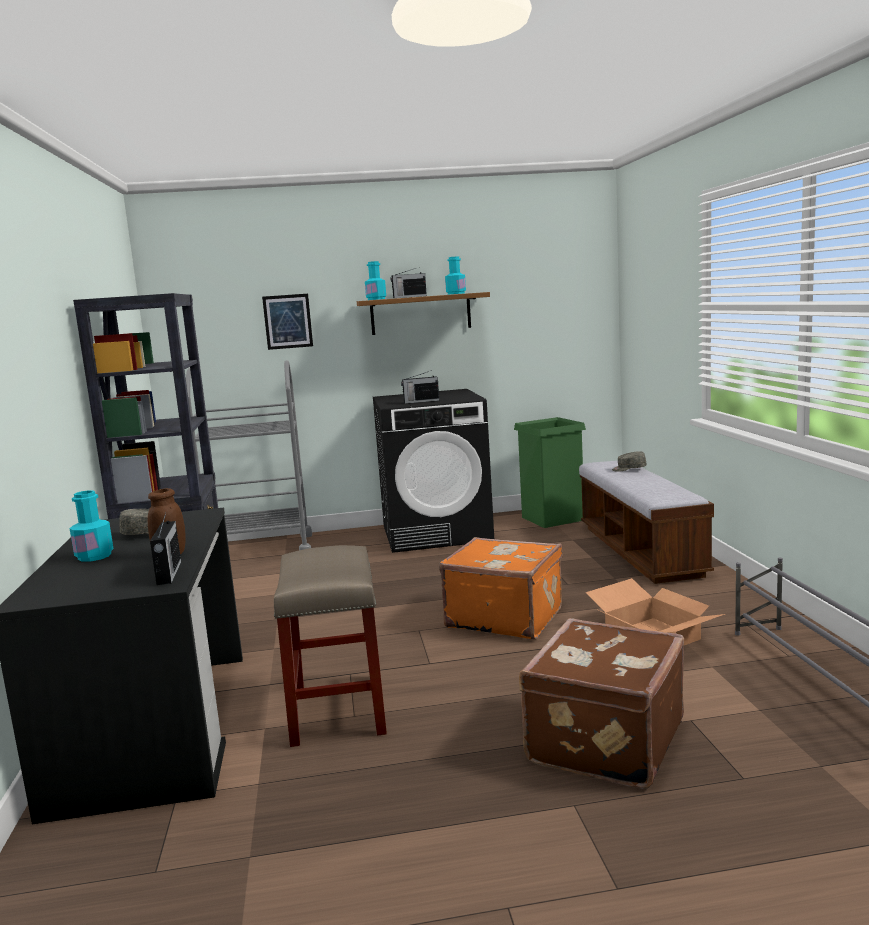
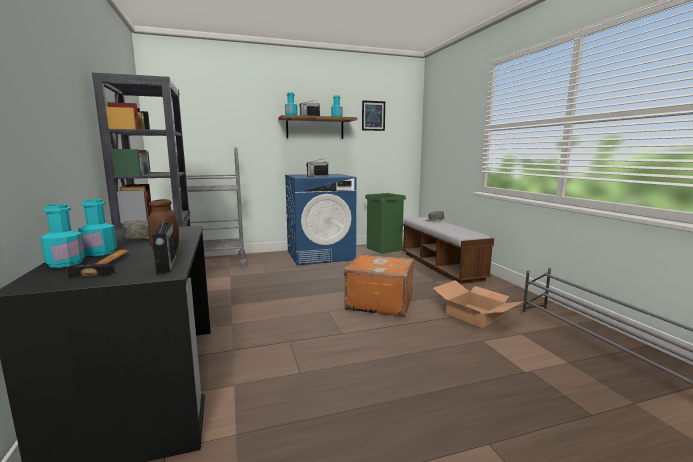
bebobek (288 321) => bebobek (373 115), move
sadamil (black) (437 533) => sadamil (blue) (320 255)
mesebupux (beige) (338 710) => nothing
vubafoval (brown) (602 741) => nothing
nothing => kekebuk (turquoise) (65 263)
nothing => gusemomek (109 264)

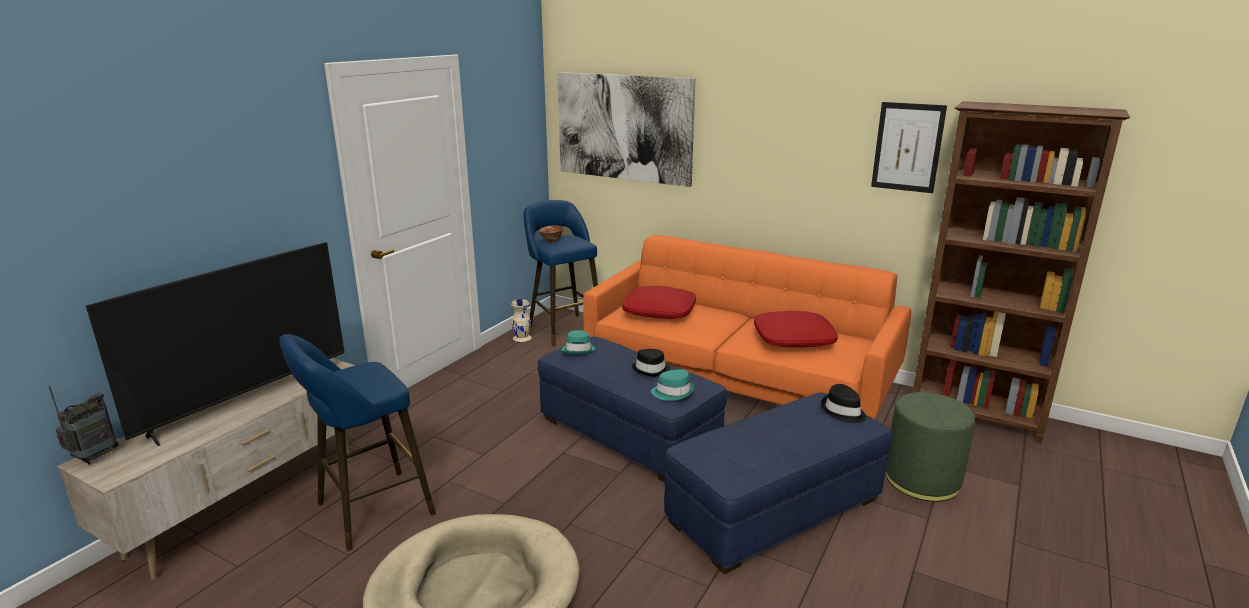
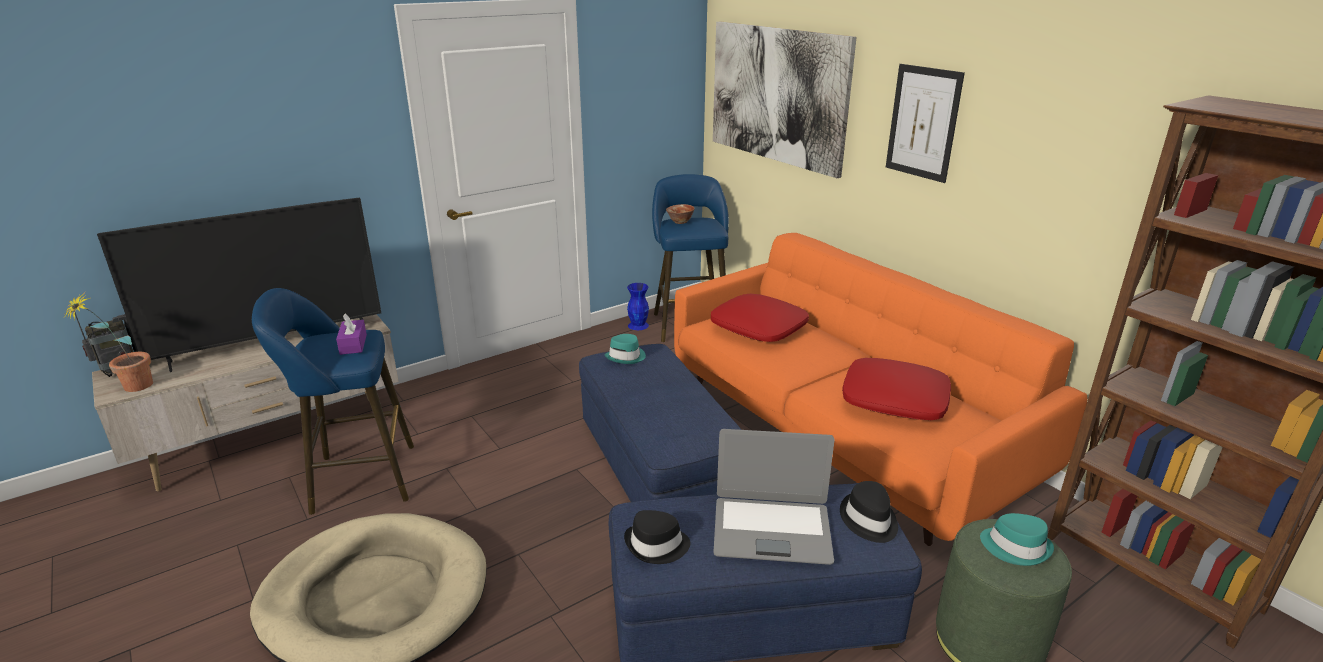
bebobek (907 147) => bebobek (923 122), move
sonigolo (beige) (522 337) => sonigolo (blue) (638 325)
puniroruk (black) (651 370) => puniroruk (black) (657 545), move
puniroruk (turquoise) (673 392) => puniroruk (turquoise) (1015 547), move
nothing => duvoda (129 389)
nothing => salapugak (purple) (353 344)
nothing => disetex (771 530)

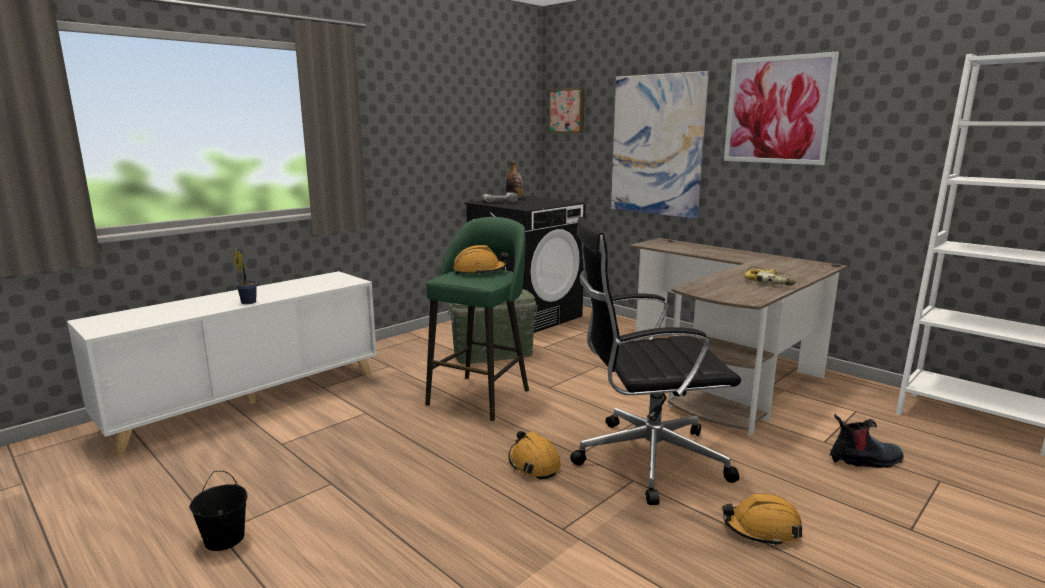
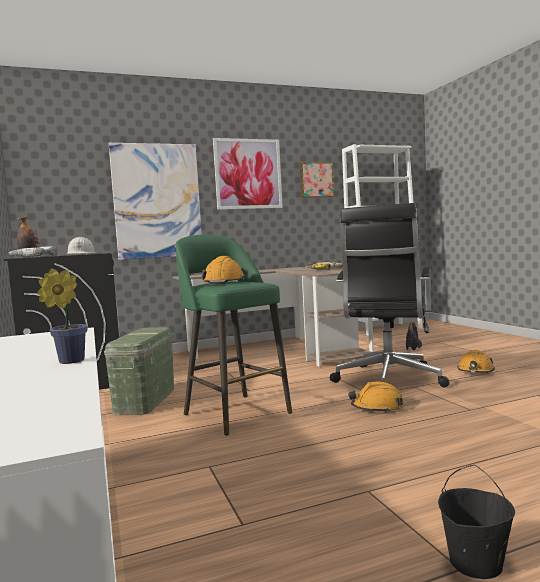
bebobek (567 111) => bebobek (316 180), move
nothing => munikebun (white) (81 254)

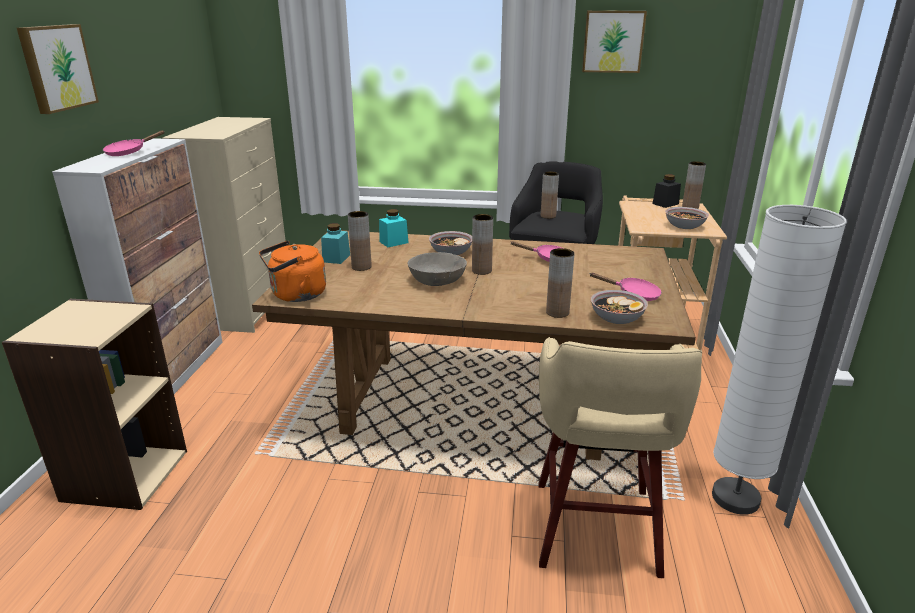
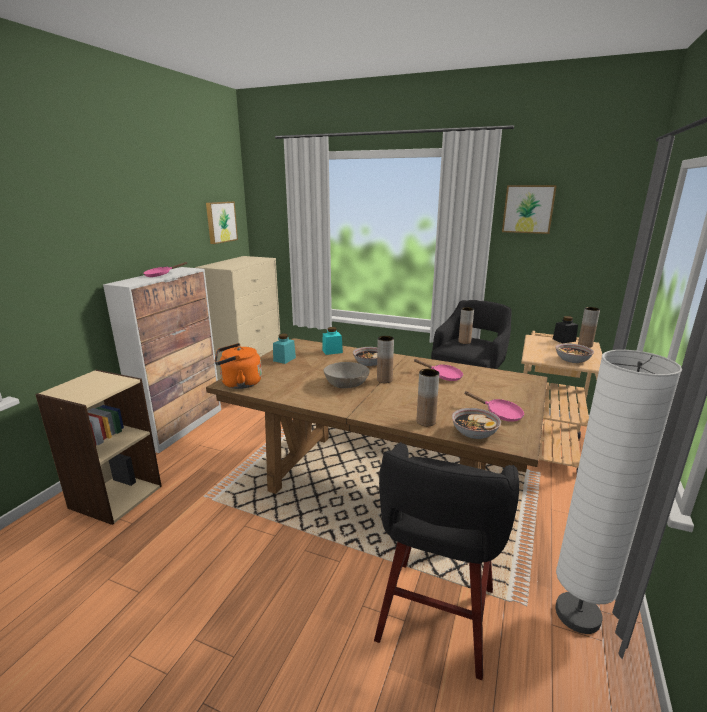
bebobek (56 67) => bebobek (220 222), move
sonigolo (brown) (361 267) => nothing
mesebupux (beige) (595 531) => mesebupux (black) (435 618)

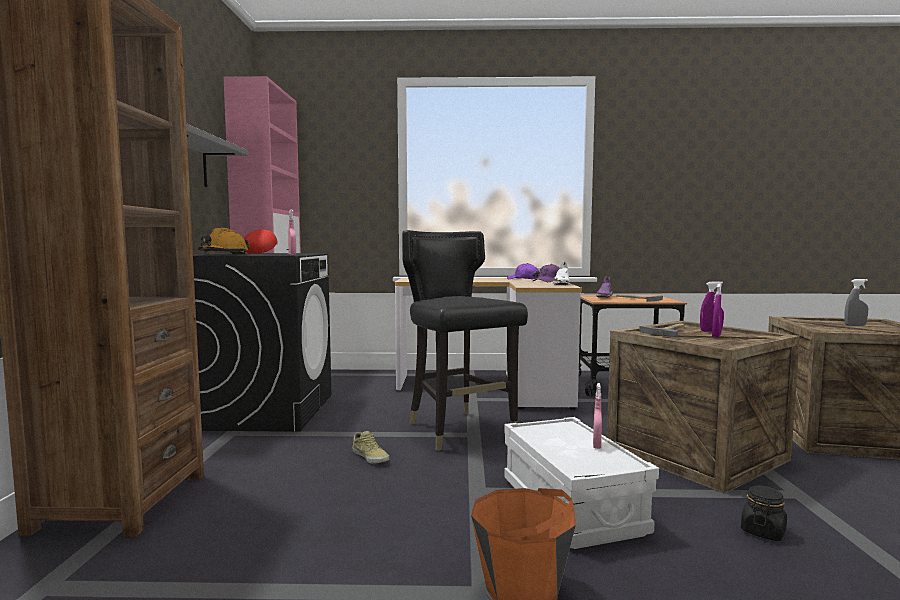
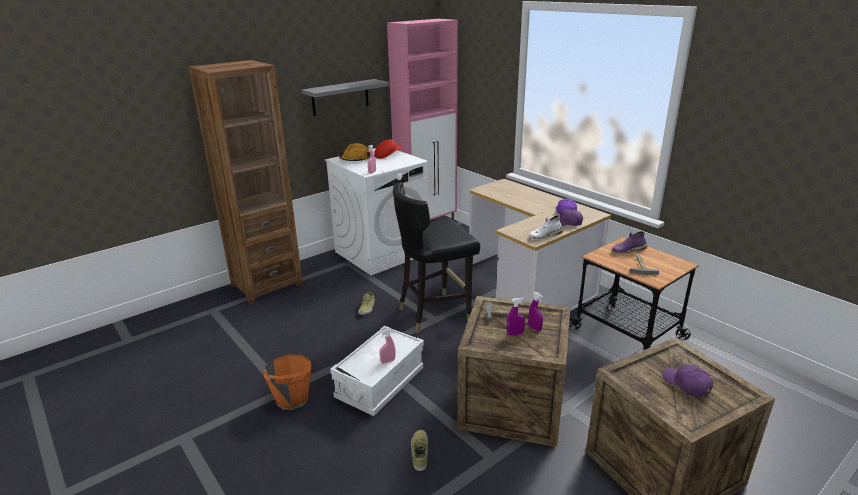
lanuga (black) (460 430) => lanuga (black) (434 313), 135 degrees counterclockwise
sadamil (black) (264 411) => sadamil (white) (382 252)
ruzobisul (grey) (855 325) => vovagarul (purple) (686 384)
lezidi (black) (763 531) => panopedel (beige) (419 452)

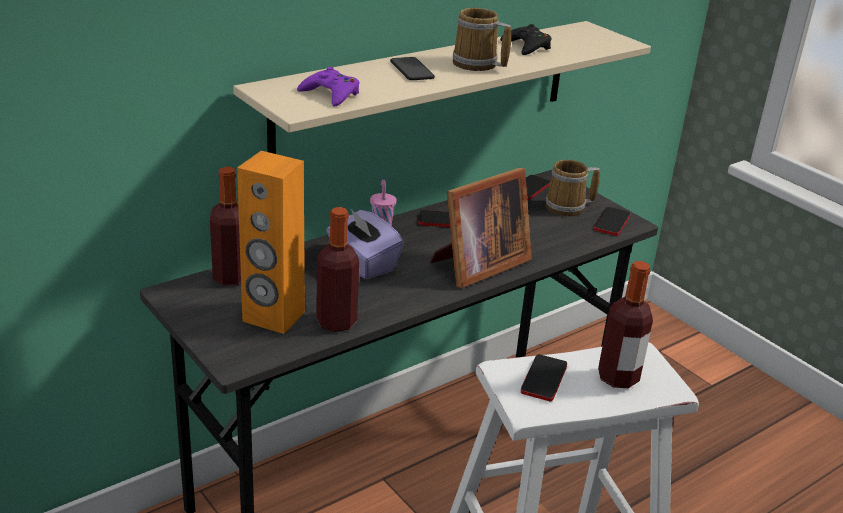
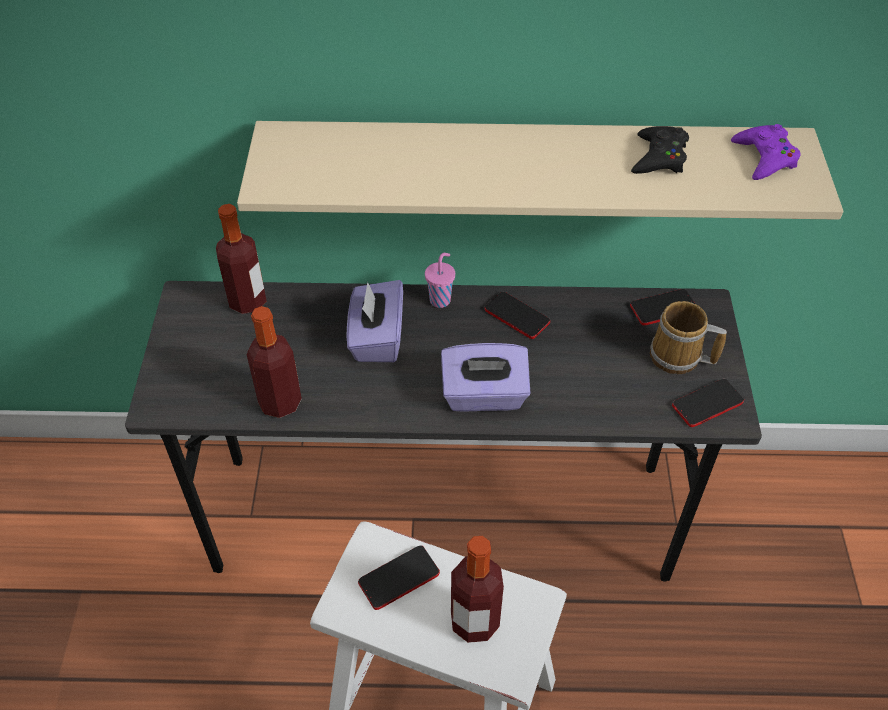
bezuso (476 65) => nothing
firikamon (412 70) => nothing
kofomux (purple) (331 94) => kofomux (purple) (765 158), move
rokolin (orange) (273 317) => nothing
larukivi (477 266) => salapugak (purple) (484 396)

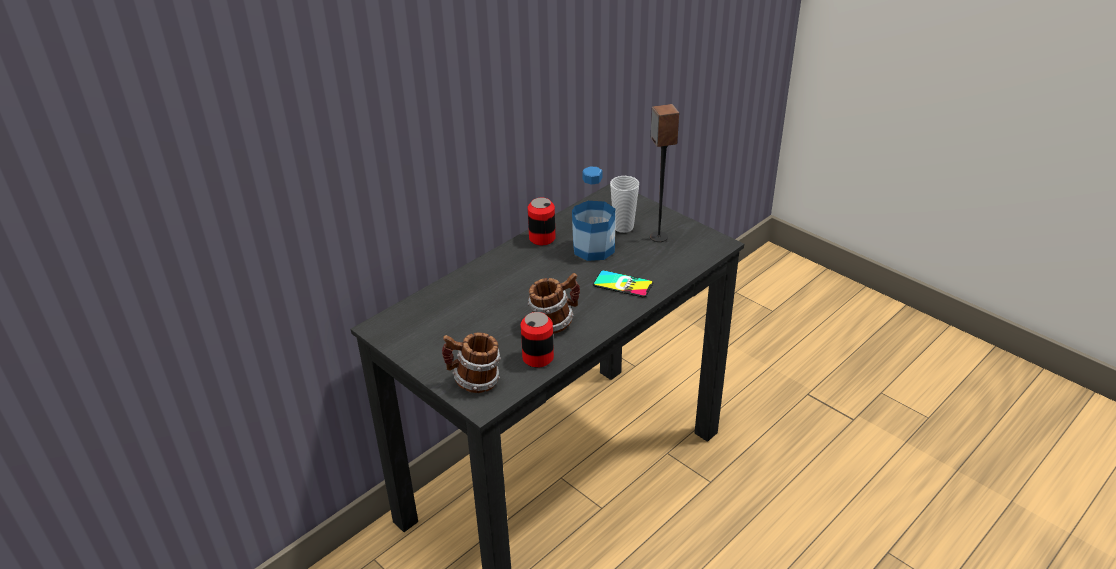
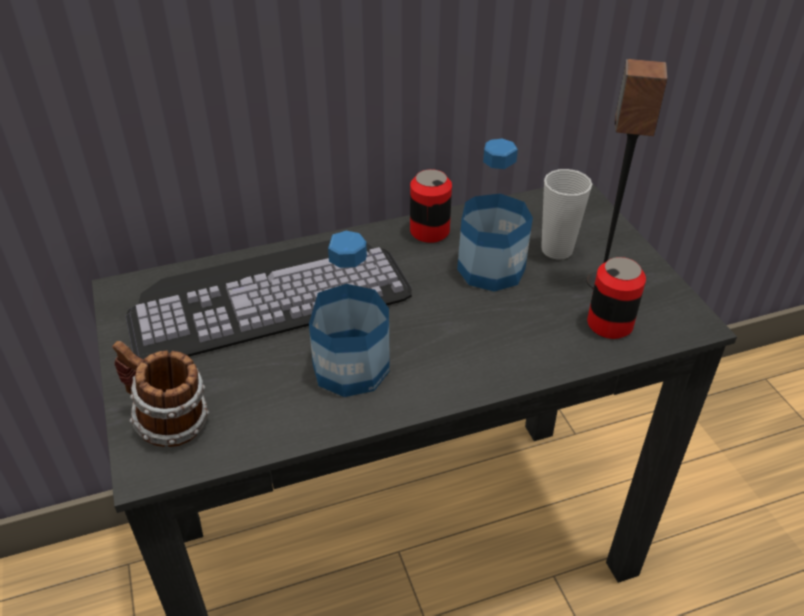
firikamon (623 284) => nothing
bezuso (554 322) => kekebuk (351 368)
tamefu (538 357) => tamefu (609 324), move
nothing => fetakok (269 293)

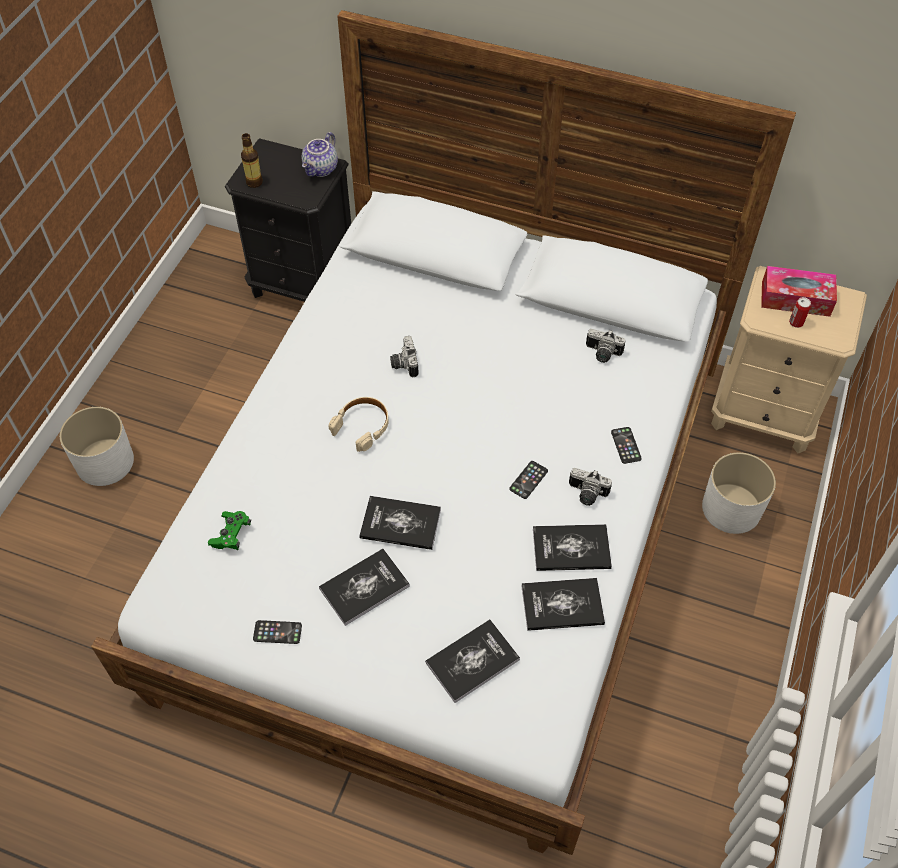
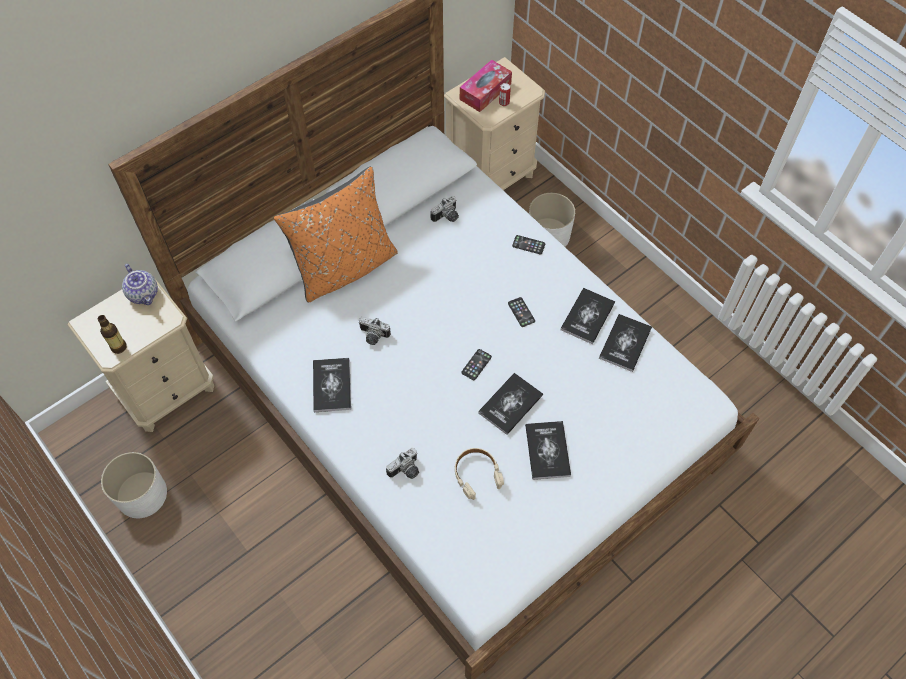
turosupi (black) (303 284) => turosupi (beige) (167 390)
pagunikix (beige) (362 426) => pagunikix (beige) (476 474), move
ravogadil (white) (105 462) => ravogadil (white) (142 494), move
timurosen (586 494) => timurosen (406 471), move
kofomux (green) (231 535) => nothing
firikamon (277 632) => firikamon (476 364), move
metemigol (472 661) => metemigol (332 385), move
nothing => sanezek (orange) (345 267)

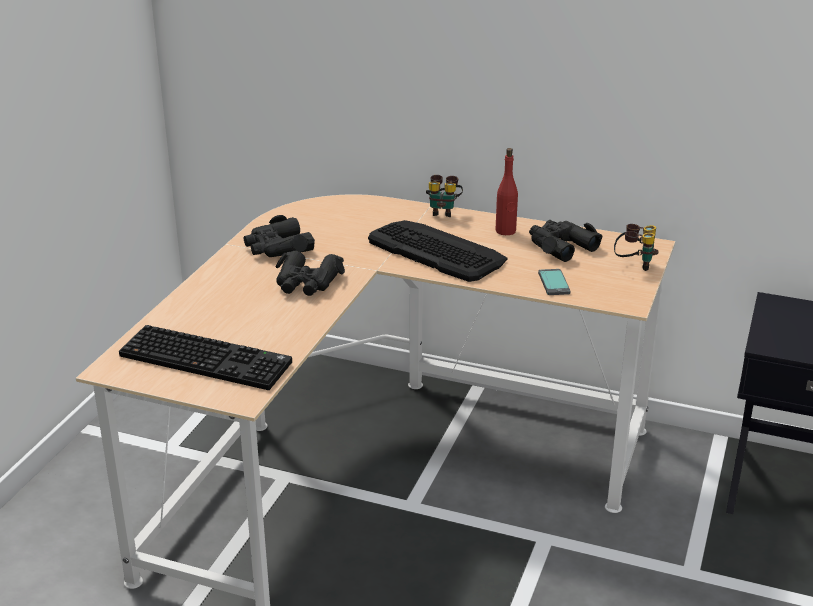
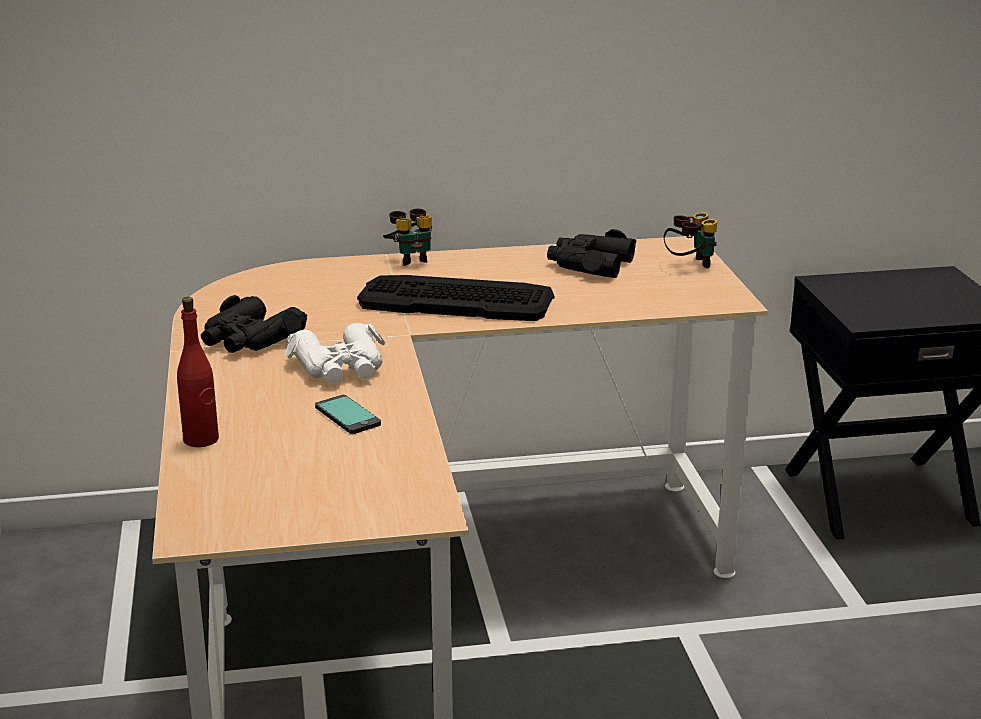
kekebuk (red) (505 231) => kekebuk (red) (201 439), move
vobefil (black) (307 283) => vobefil (white) (340 367)
firikamon (554 283) => firikamon (348 416), move
fetakok (208 358) => nothing

